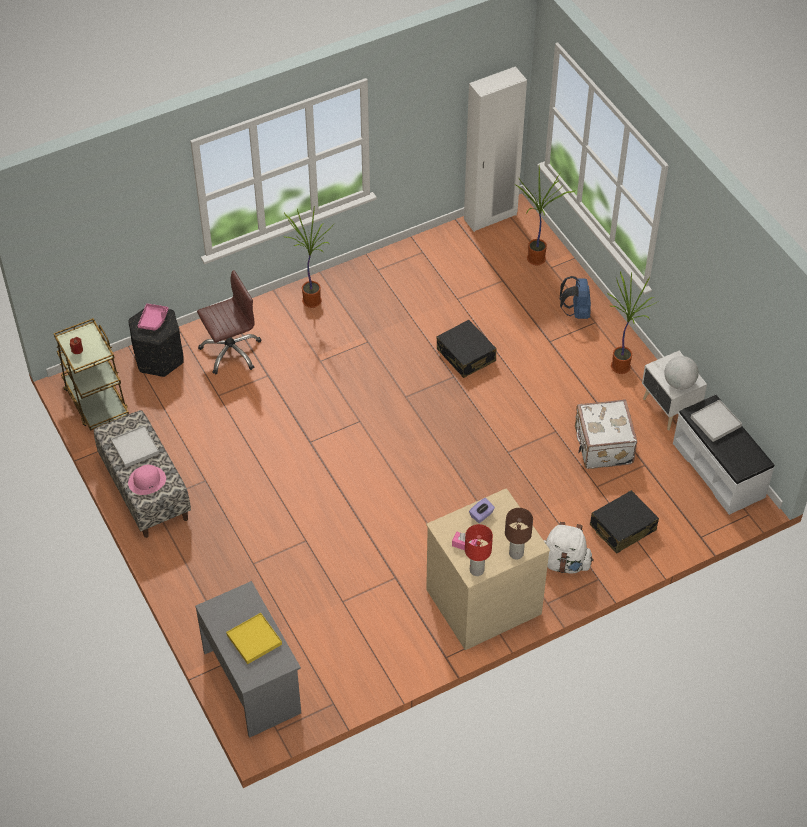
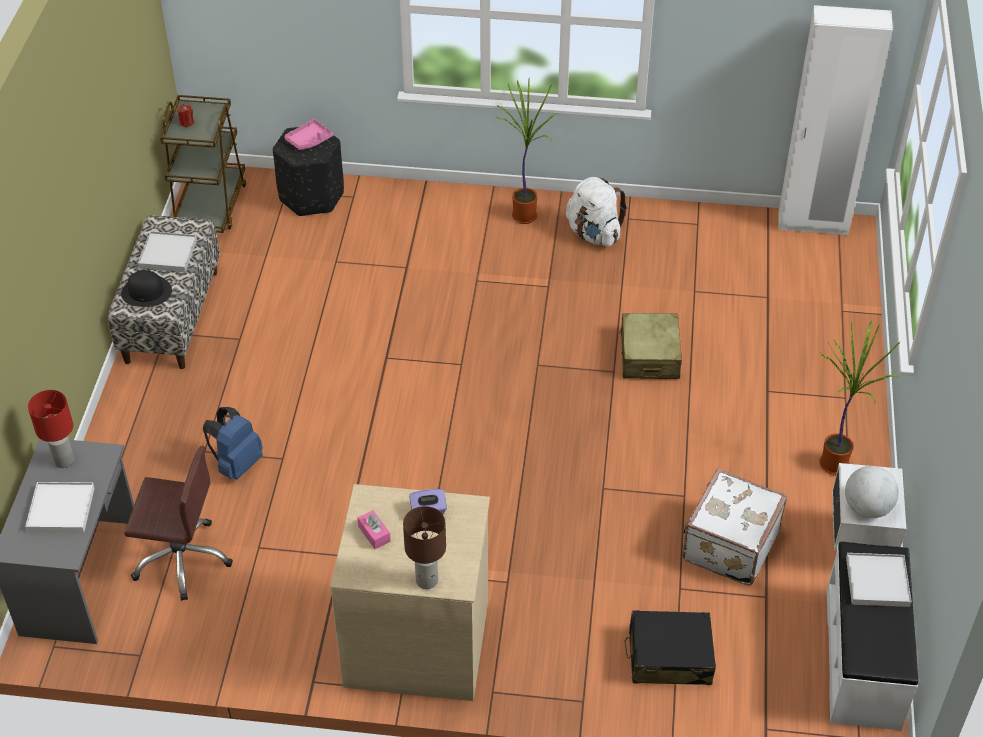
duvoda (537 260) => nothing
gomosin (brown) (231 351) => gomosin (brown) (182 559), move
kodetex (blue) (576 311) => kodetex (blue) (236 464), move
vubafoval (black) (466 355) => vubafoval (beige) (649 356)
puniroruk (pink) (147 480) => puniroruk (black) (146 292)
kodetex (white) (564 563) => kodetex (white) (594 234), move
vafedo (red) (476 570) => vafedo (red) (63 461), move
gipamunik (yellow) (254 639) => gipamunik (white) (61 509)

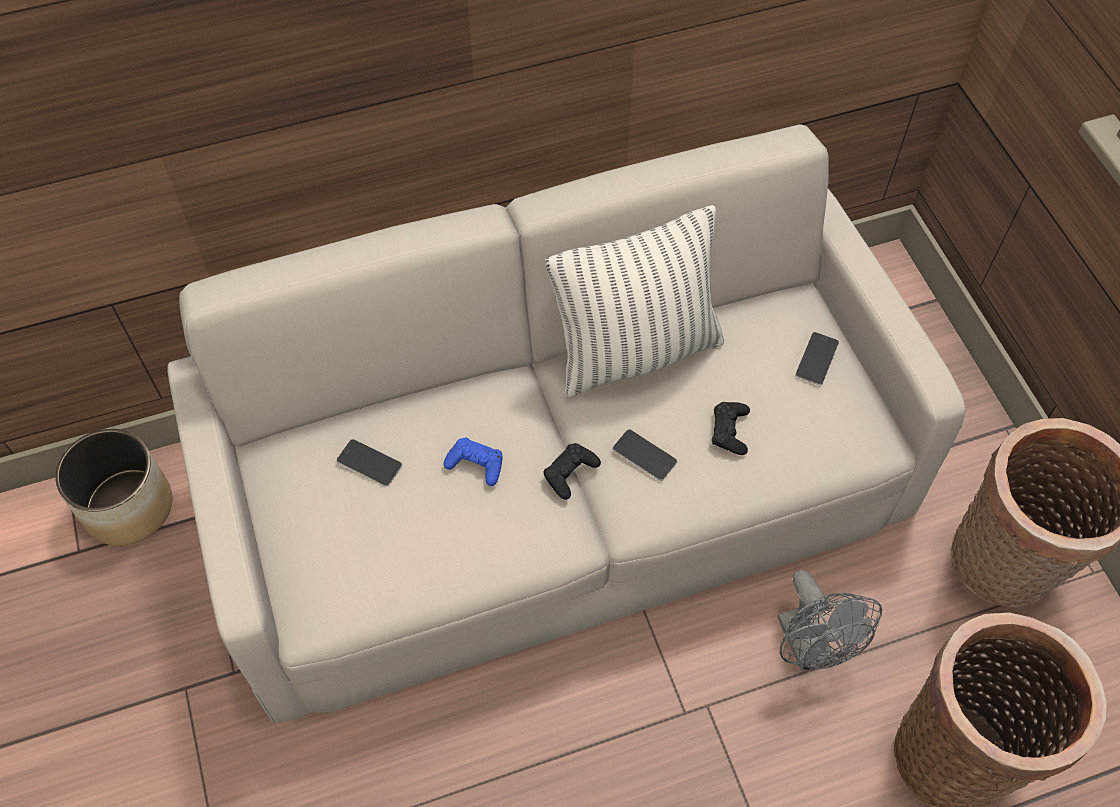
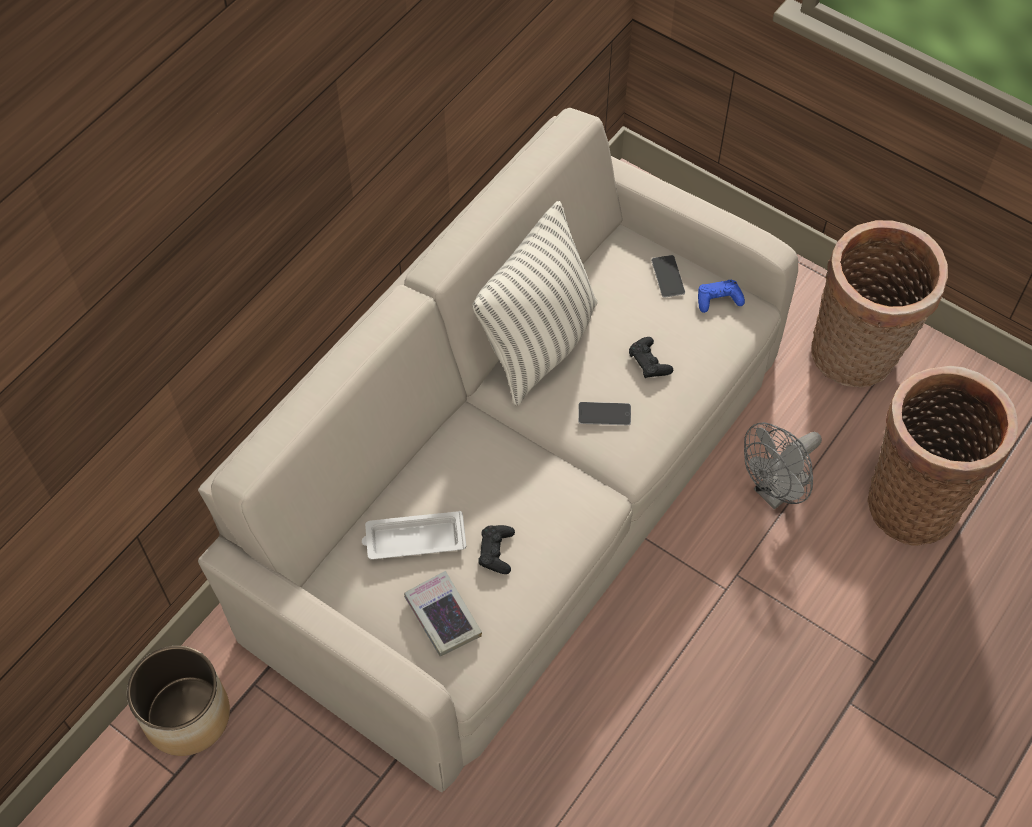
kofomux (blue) (475 464) => kofomux (blue) (718 299), move
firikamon (369 463) => gipamunik (white) (413 539)
kofomux (black) (570 473) => kofomux (black) (496 551), move
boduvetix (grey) (810 649) => boduvetix (grey) (775 492), 105 degrees clockwise
nothing => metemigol (442 616)

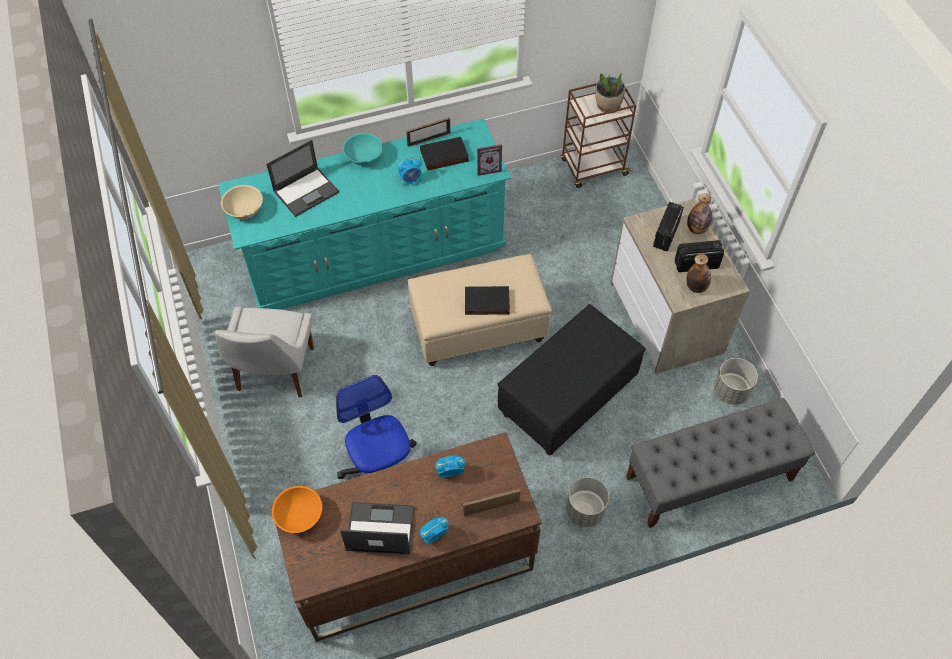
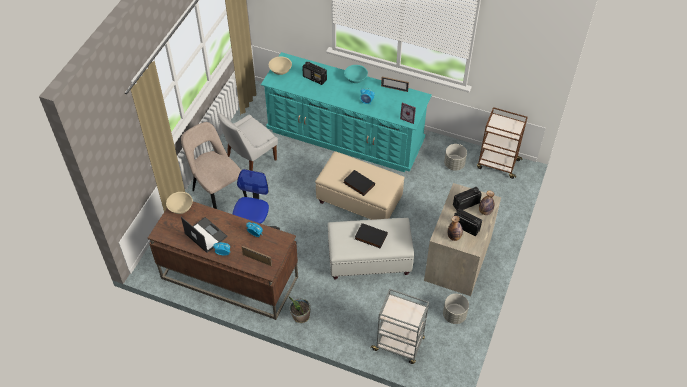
duvoda (608 106) => duvoda (300 316), move
metemigol (black) (444 156) => metemigol (black) (370 237), move
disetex (306 191) => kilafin (315 78)
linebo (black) (566 397) => linebo (white) (368 260)
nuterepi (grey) (709 478) => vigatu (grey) (399 344)
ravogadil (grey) (585 510) => ravogadil (grey) (454 164), move
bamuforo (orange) (299 515) => bamuforo (beige) (180 207)
nothing => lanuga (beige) (218 194)

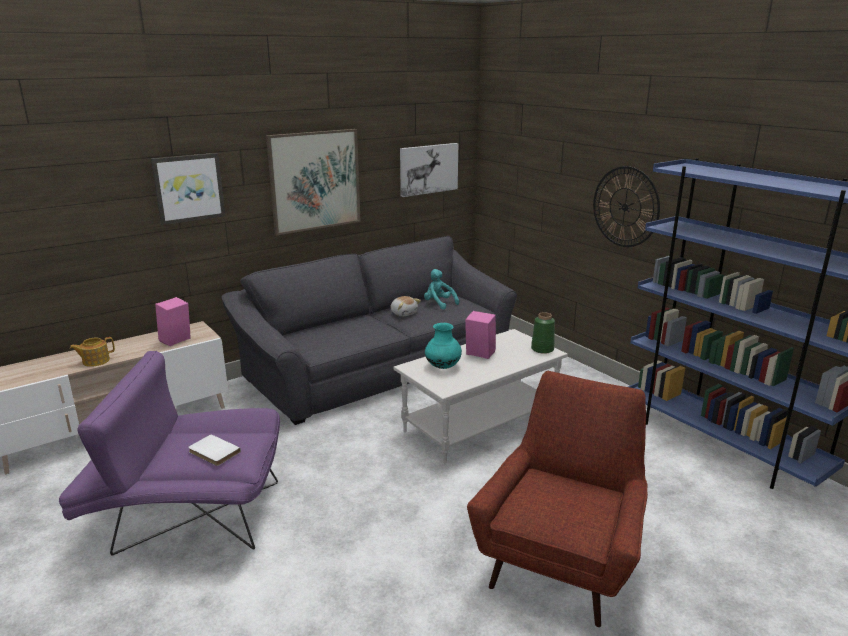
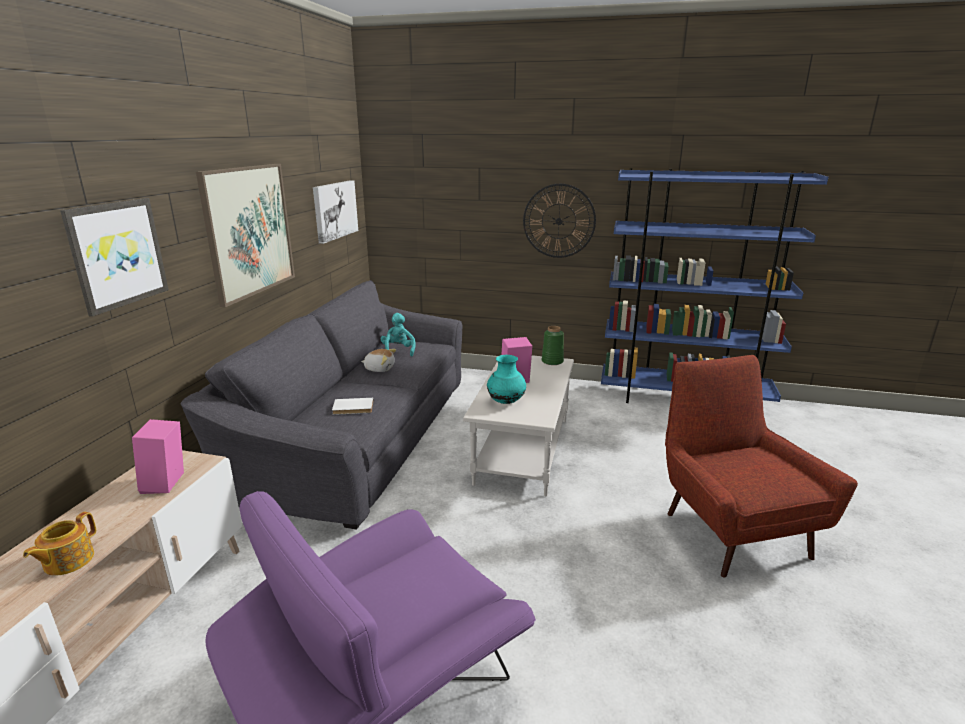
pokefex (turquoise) (439 304) => pokefex (turquoise) (398 351), 75 degrees clockwise
metemigol (white) (213 452) => metemigol (white) (353 408), move

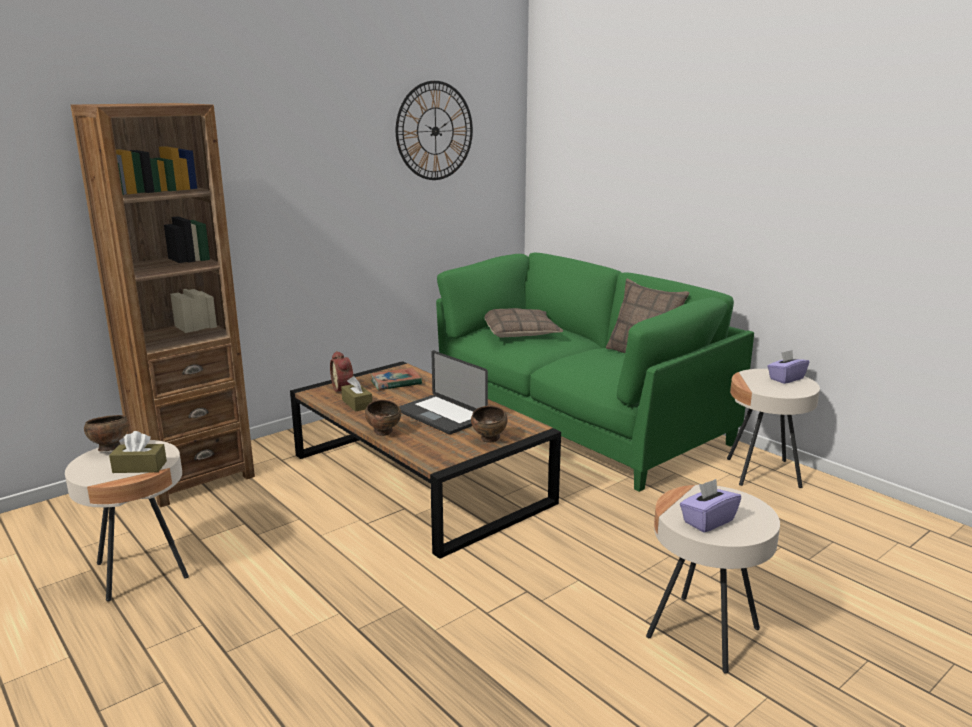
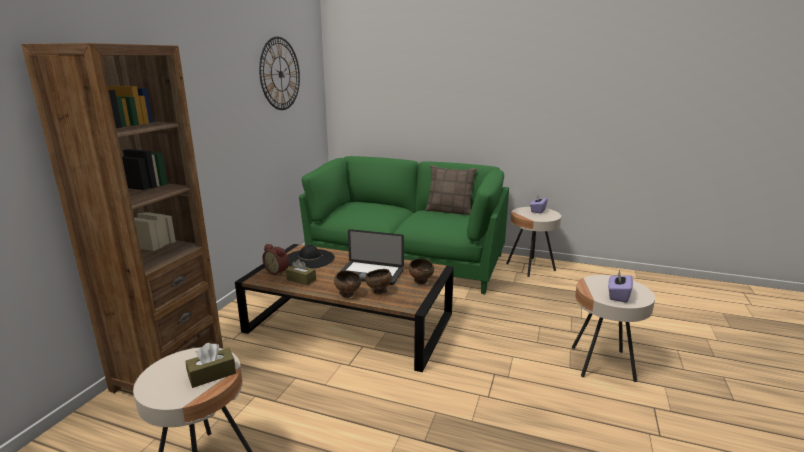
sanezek (520 332) => nothing
metemigol (396 382) => puniroruk (black) (309 259)
bamuforo (brown) (109 449) => bamuforo (brown) (378 292), move

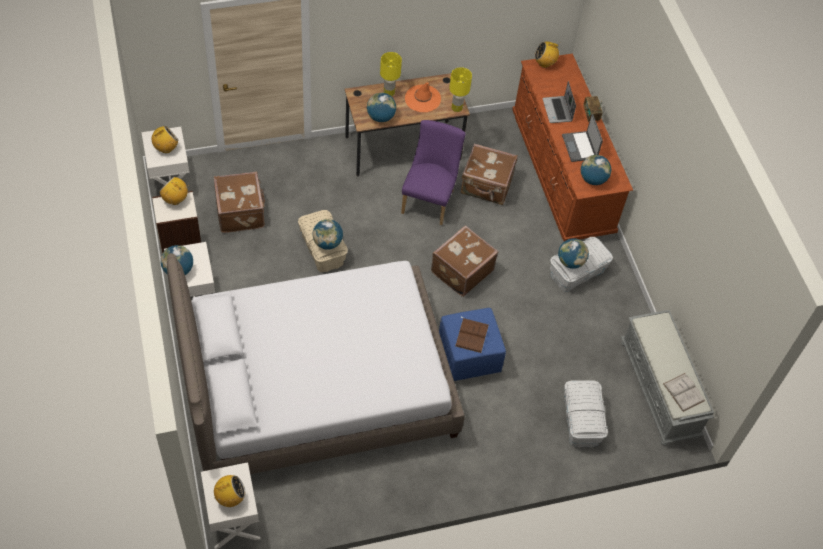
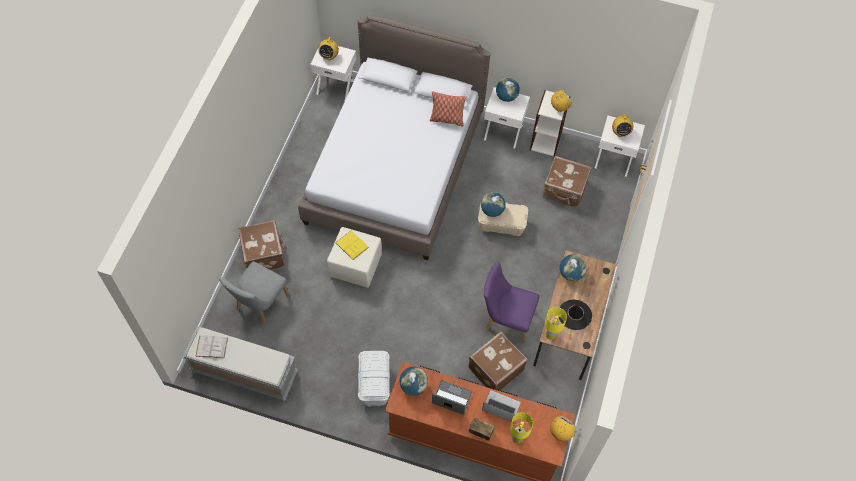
vafedo (yellow) (389 92) => vafedo (yellow) (517 438), move
puniroruk (orange) (422 99) => puniroruk (black) (574 315)
lanuga (purple) (429 199) => lanuga (purple) (506 319), 150 degrees clockwise
vubafoval (brown) (461 271) => vubafoval (brown) (264 254), move
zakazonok (570 262) => nothing
linebo (blue) (468 355) => linebo (beige) (356 265)
metemigol (brown) (472 335) => metemigol (yellow) (351 245)
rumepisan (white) (581 421) => lanuga (grey) (259 305)
nothing => sanezek (447 119)

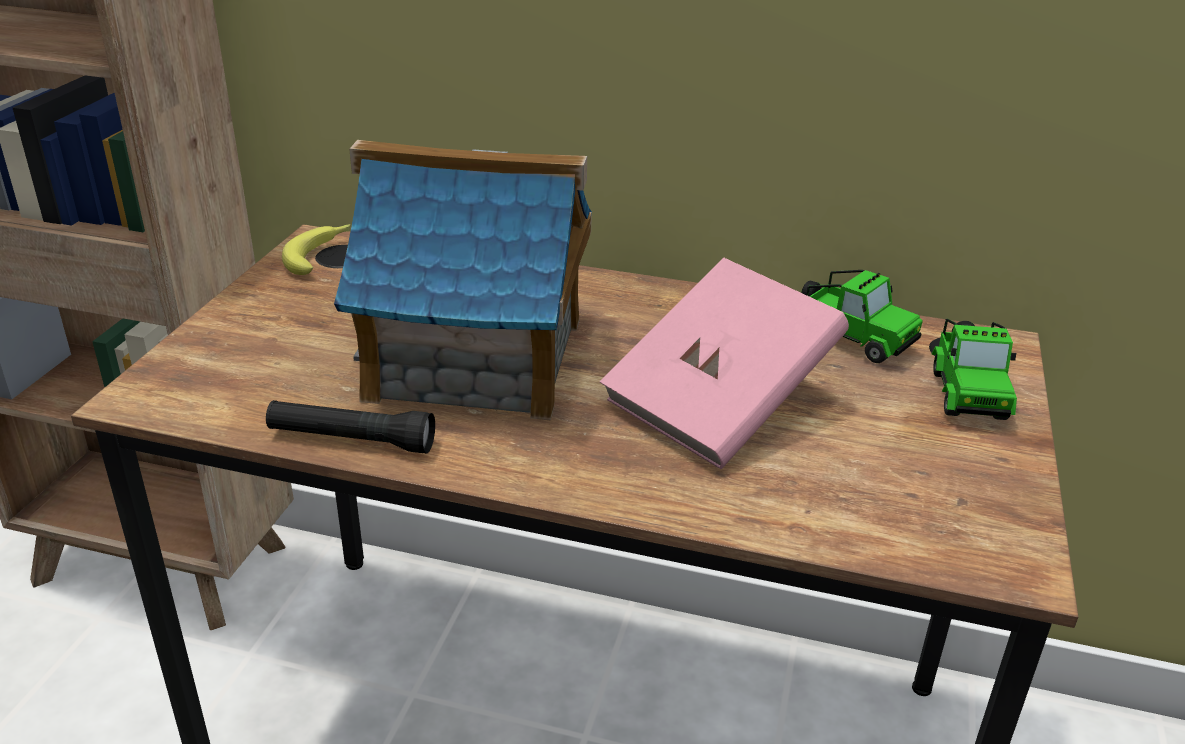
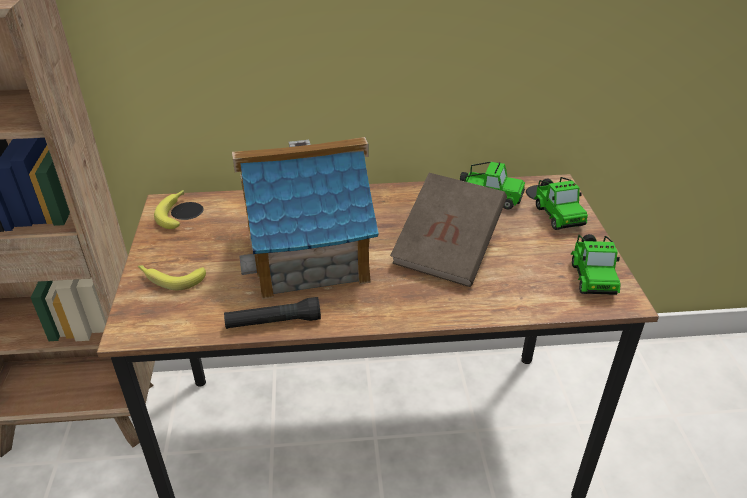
metemigol (pink) (719 403) => metemigol (brown) (447 250)
nothing => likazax (591 277)
nothing => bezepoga (170 278)

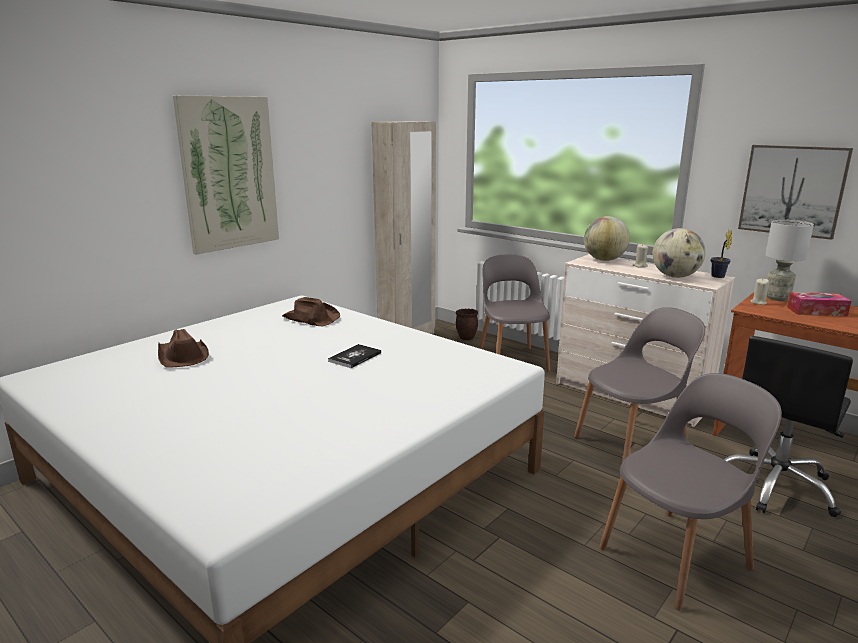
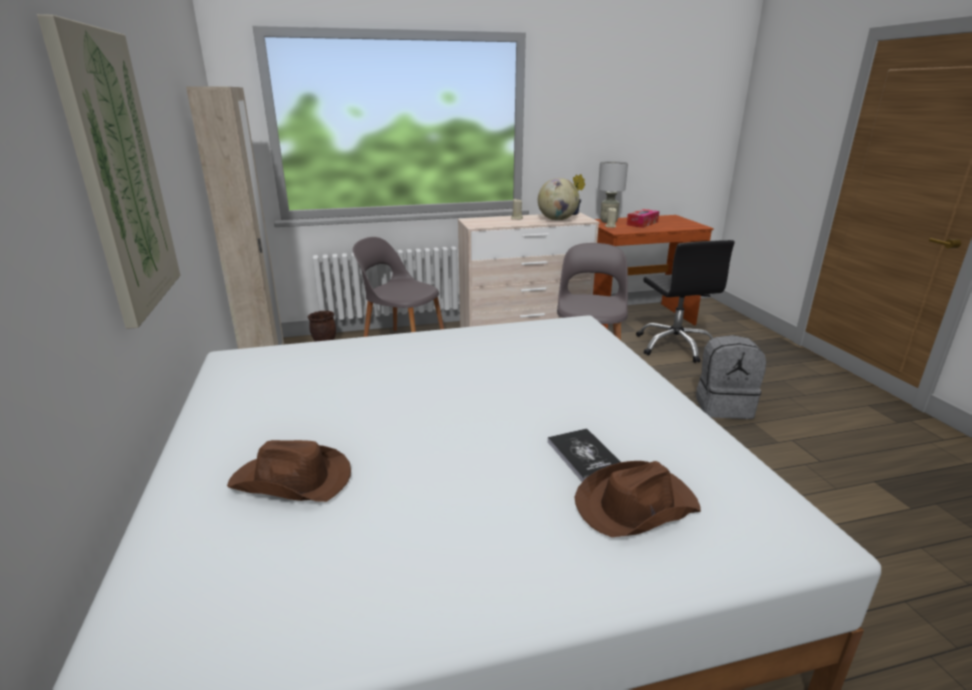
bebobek (792 190) => nothing
zakazonok (604 260) => nothing
puniroruk (brown) (311 318) => puniroruk (brown) (635 505), move
metemigol (355 357) => metemigol (584 456), move
lanuga (grey) (677 556) => kodetex (grey) (723 406)

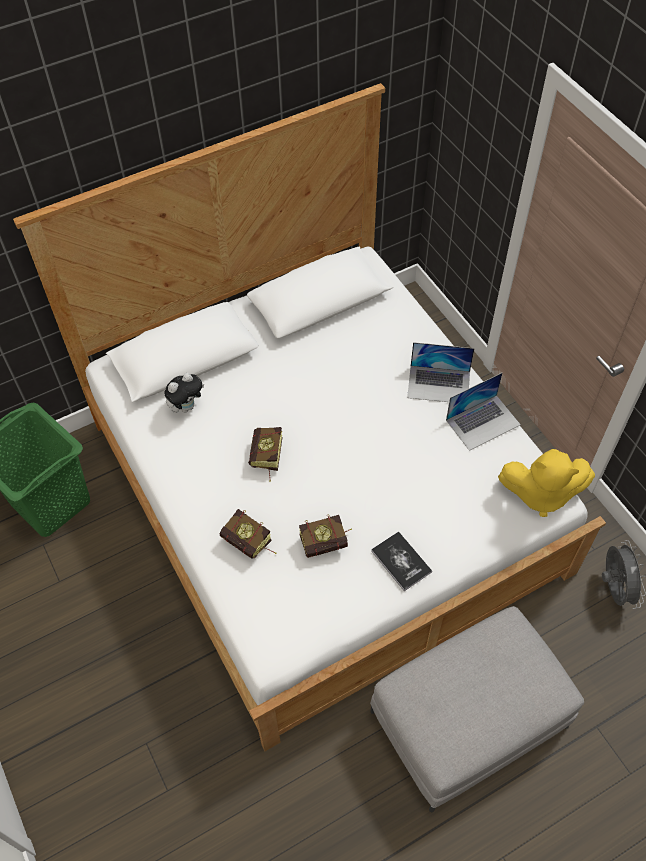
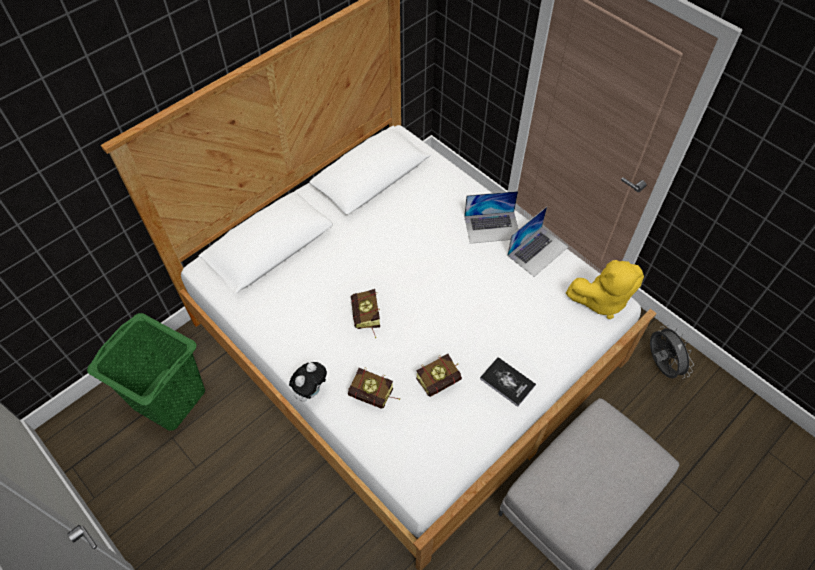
pokefex (186 406) => pokefex (310 391), move

